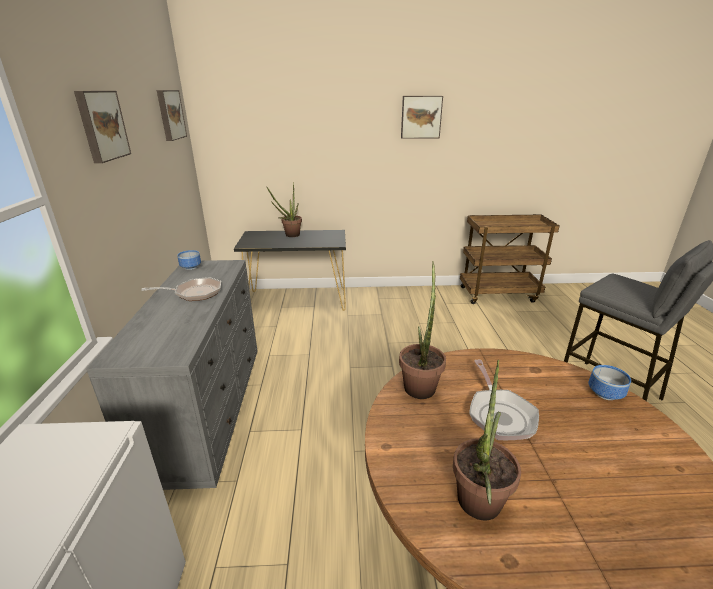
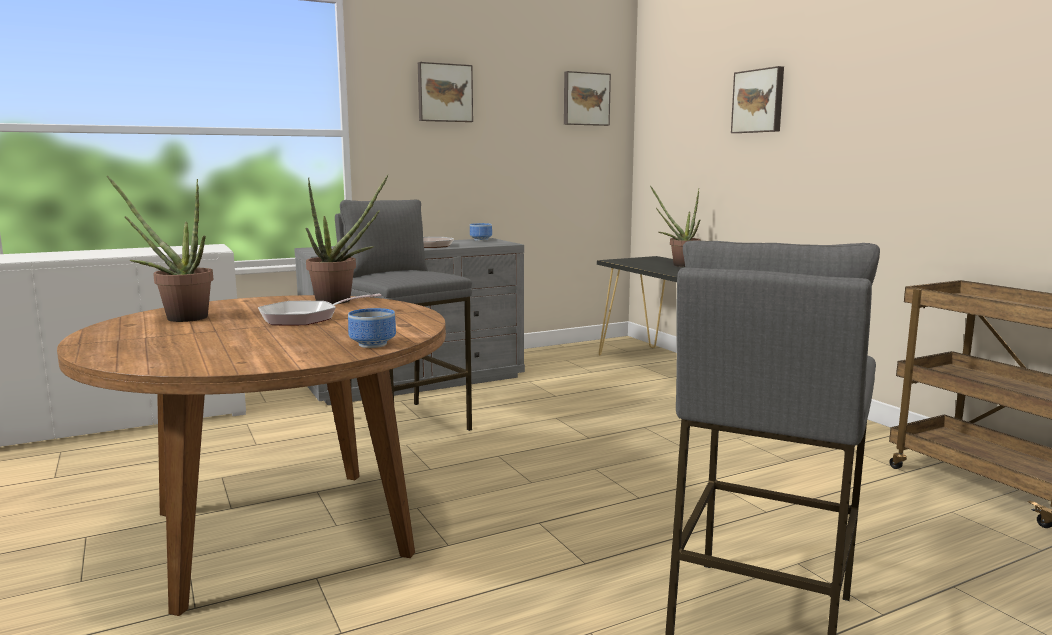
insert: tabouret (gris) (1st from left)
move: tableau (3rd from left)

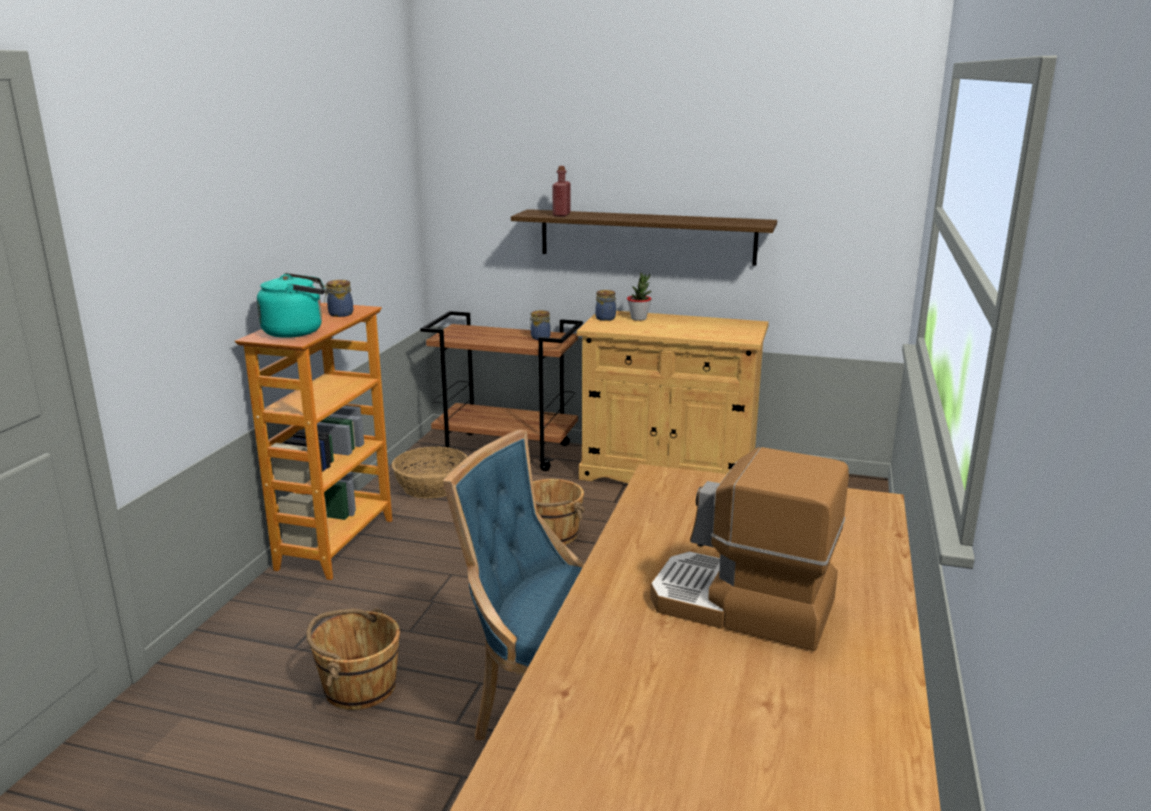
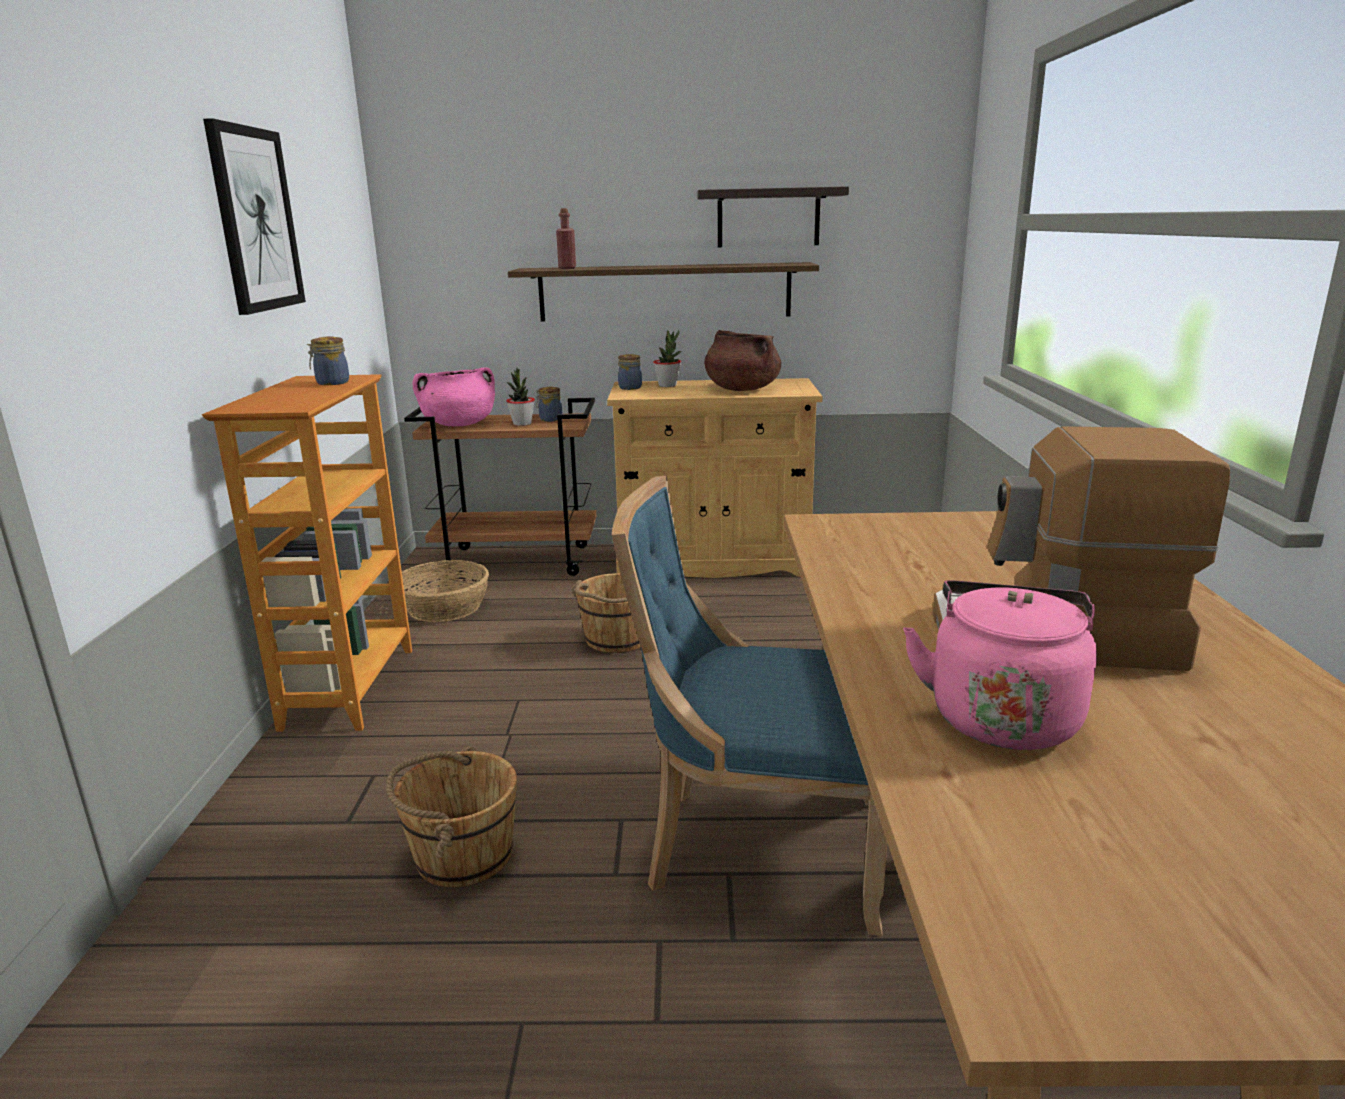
delete: bouilloire (turquoise)
insert: tableau; marmite (rose); plante en pot (1st from left); étagère (2nd from left); marmite (marron); bouilloire (rose)

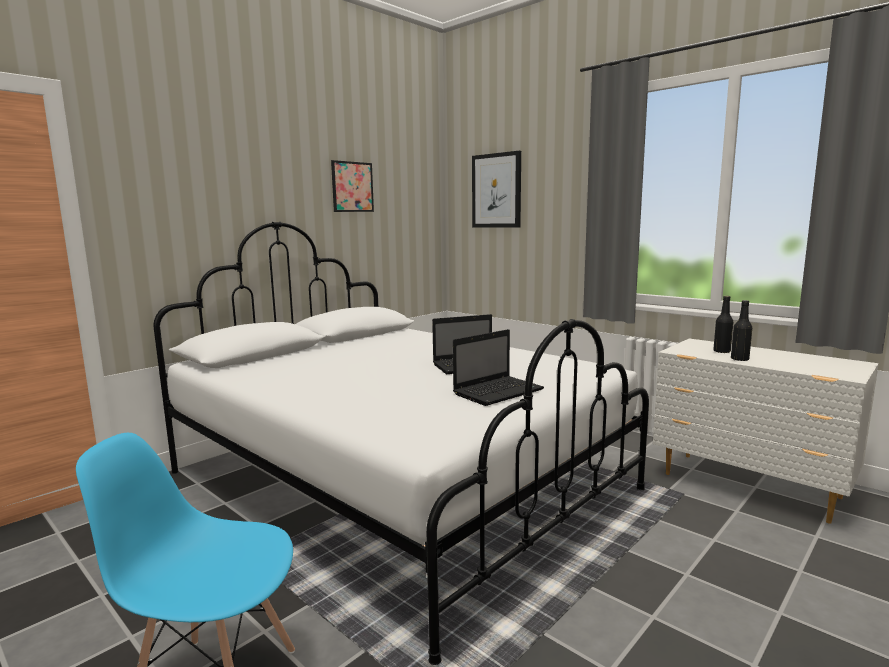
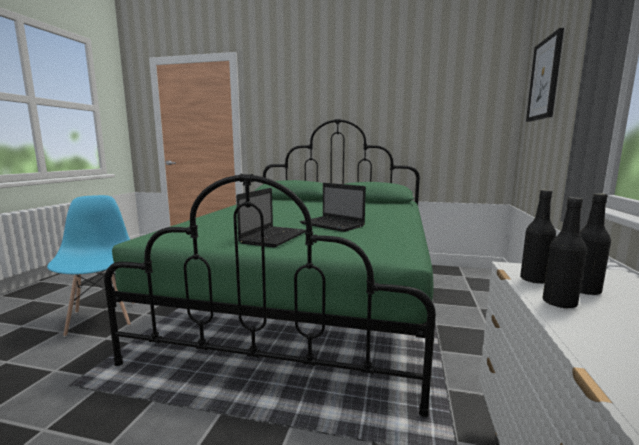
delete: tableau (1st from left)
insert: bouteille (noir) (1st from left)
recolor: lit (blanc) to lit (vert)
rotate: ordinateur portable (2nd from left in the first image) 90 degrees counterclockwise

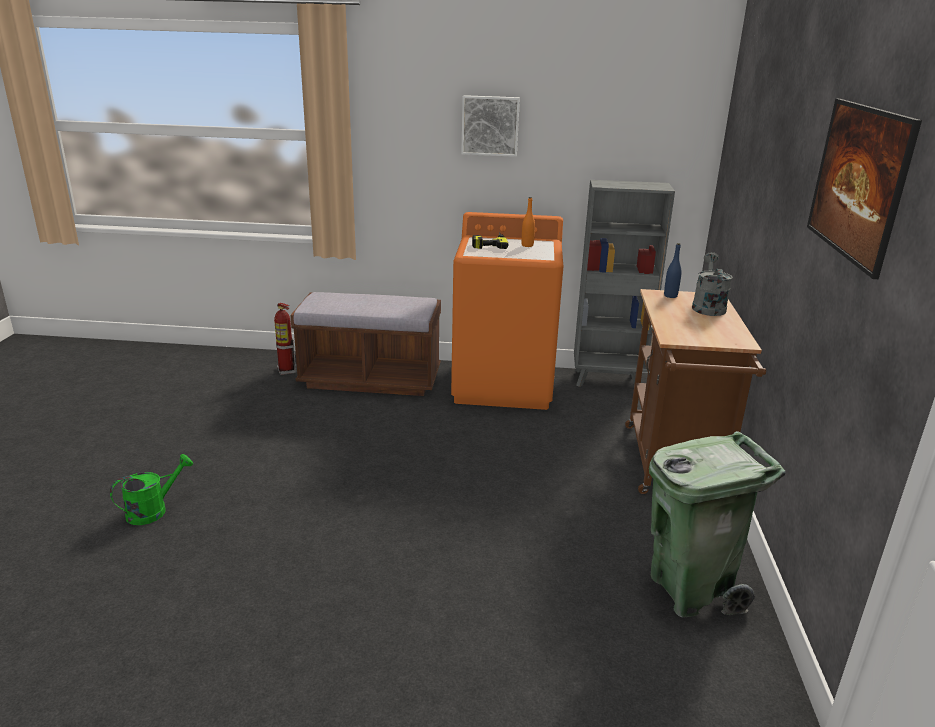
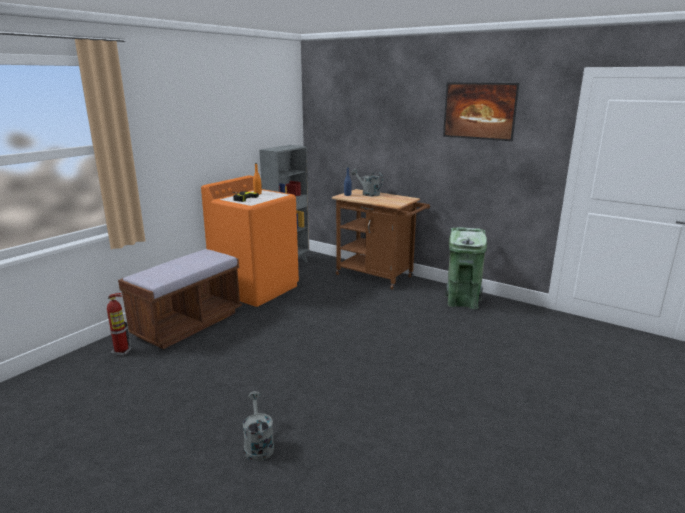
delete: tableau (1st from left)
recolor: arrosoir (vert) to arrosoir (gris) (1st from left)

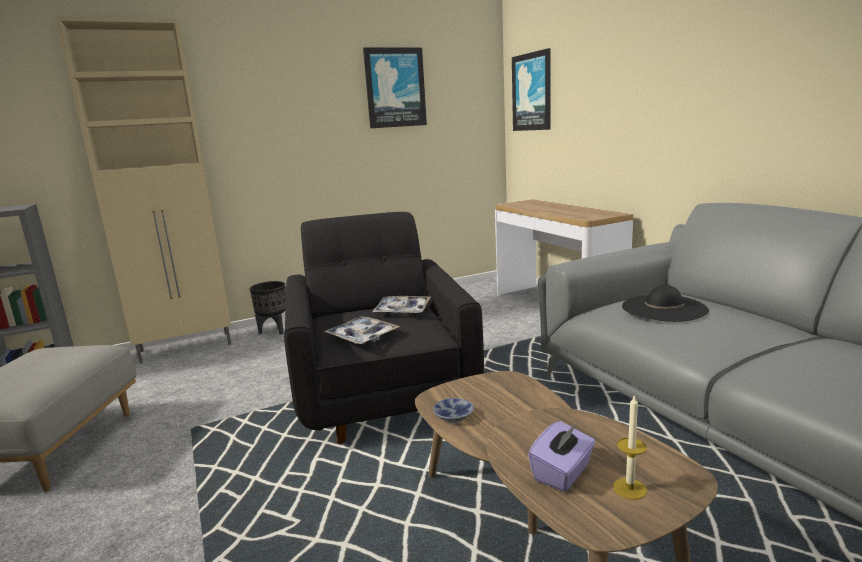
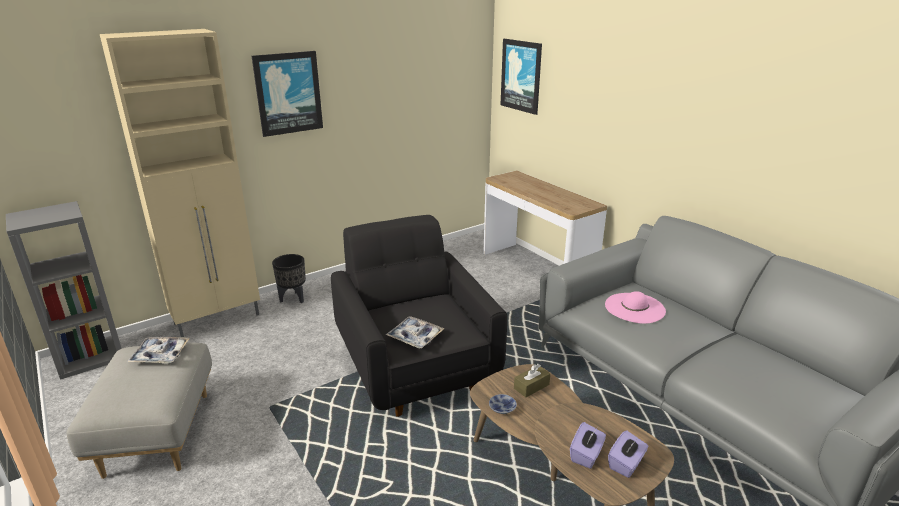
insert: boîte à mouchoirs (marron)
move: tableau (1st from left); plateau (2nd from left in the first image) to plateau (1st from left)
replace: bougie to boîte à mouchoirs (violet) (2nd from left)
recolor: chapeau (noir) to chapeau (rose)

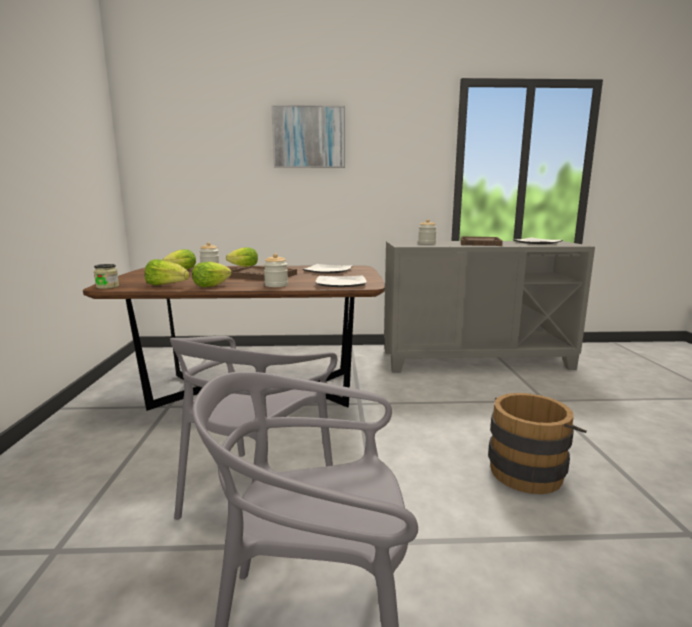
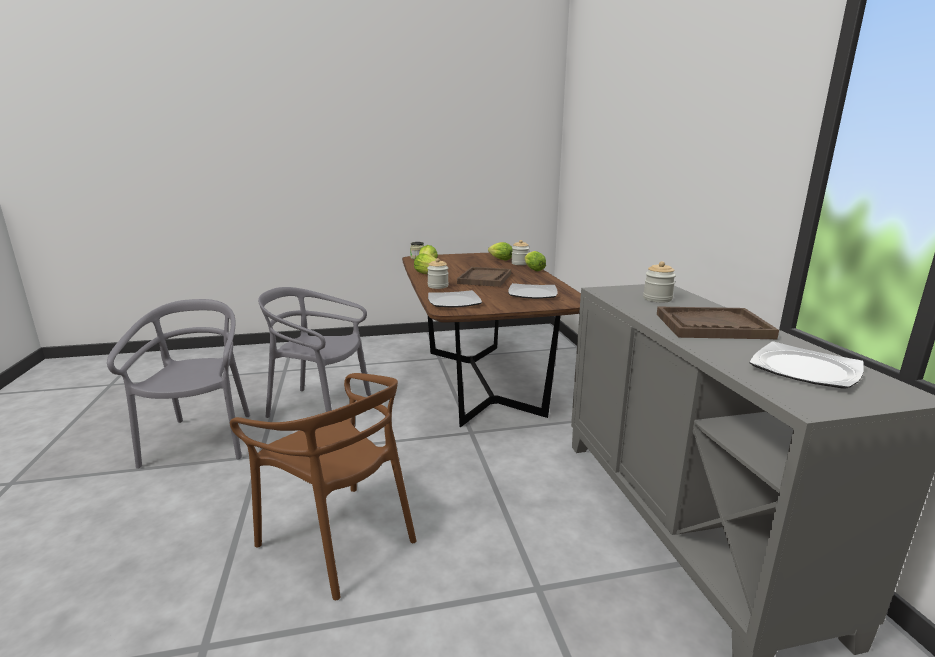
delete: tableau
replace: seau (marron) to chaise (marron)

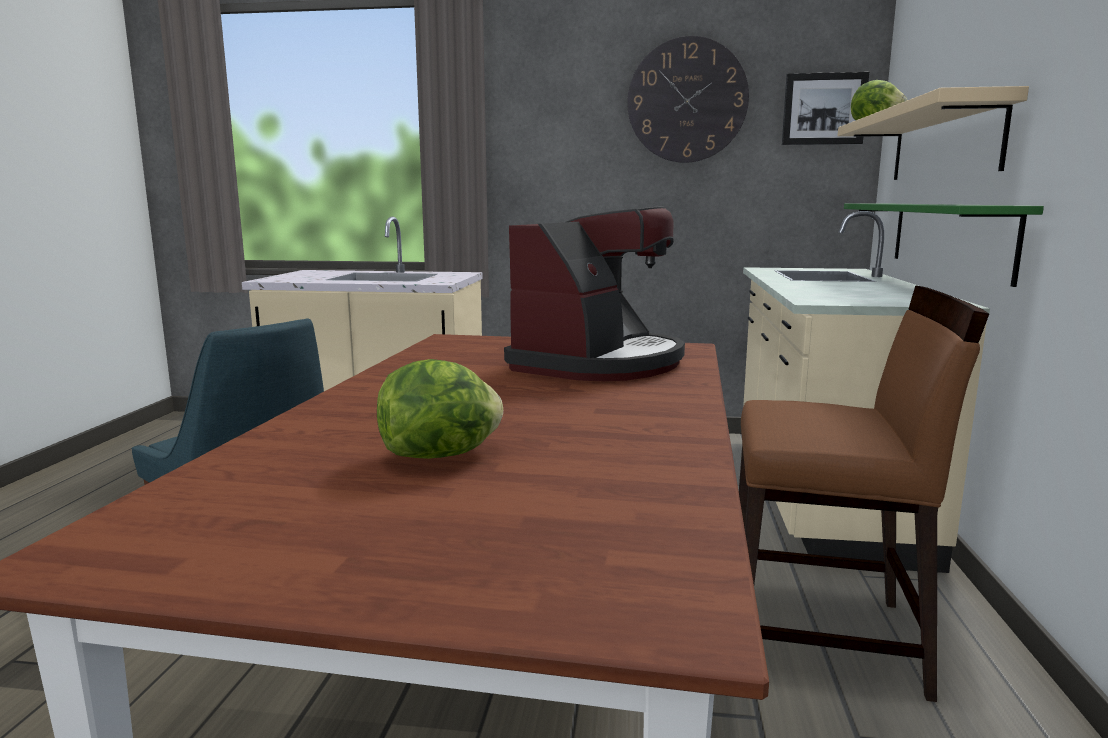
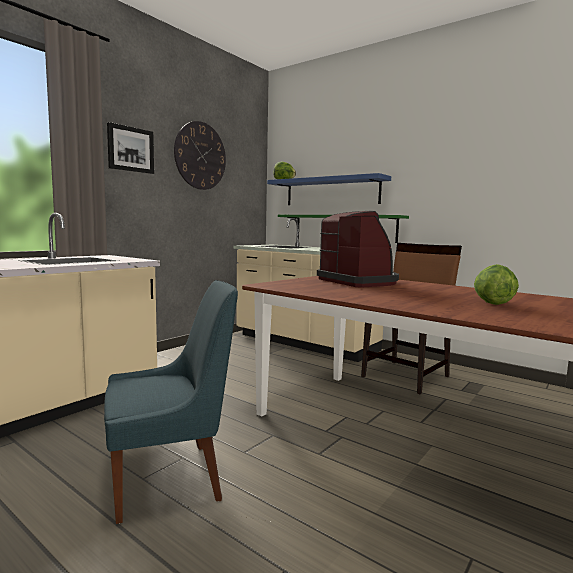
move: tableau
recolor: étagère (beige) to étagère (bleu)

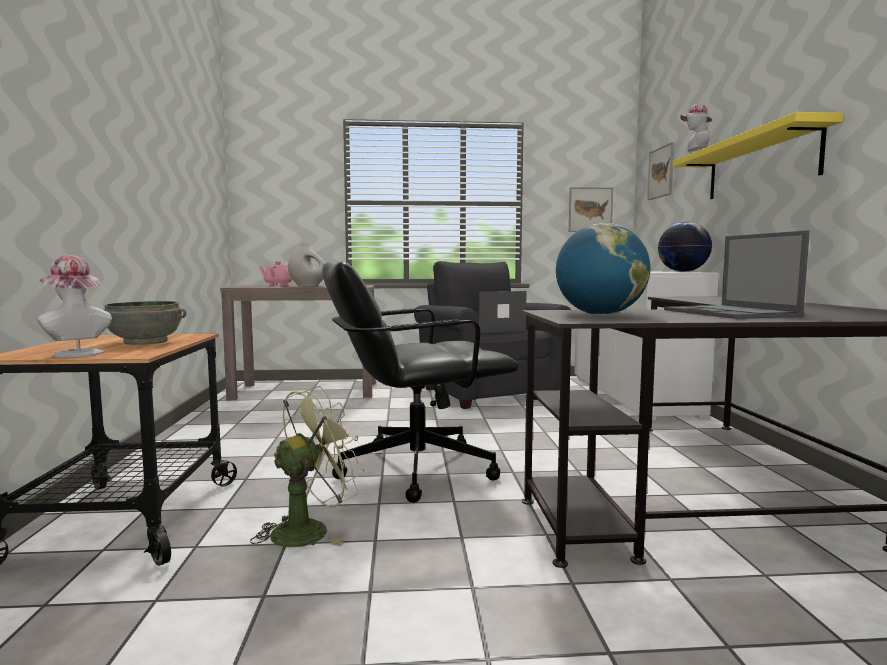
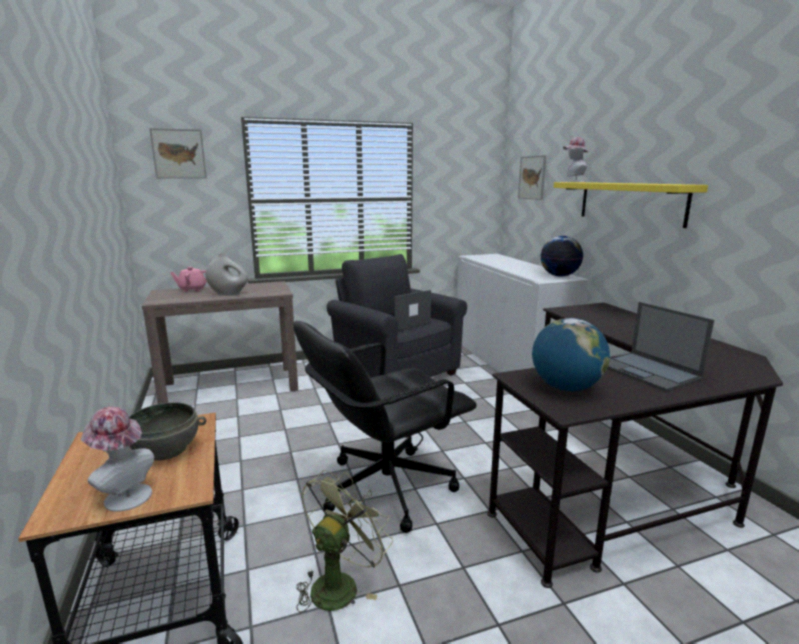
move: tableau (1st from left)

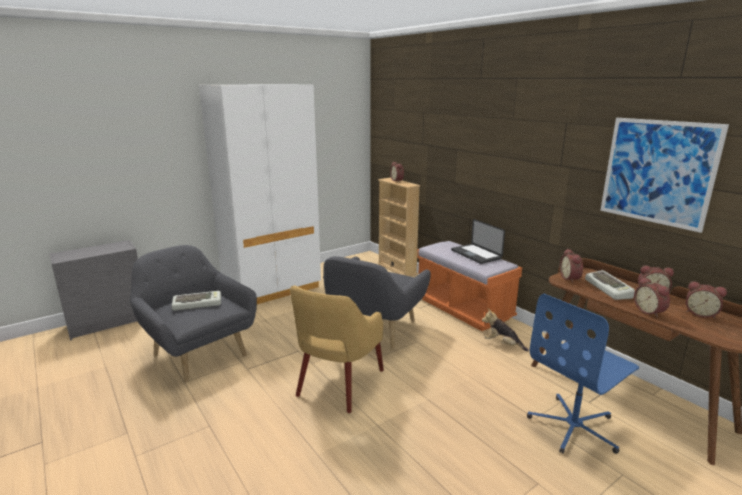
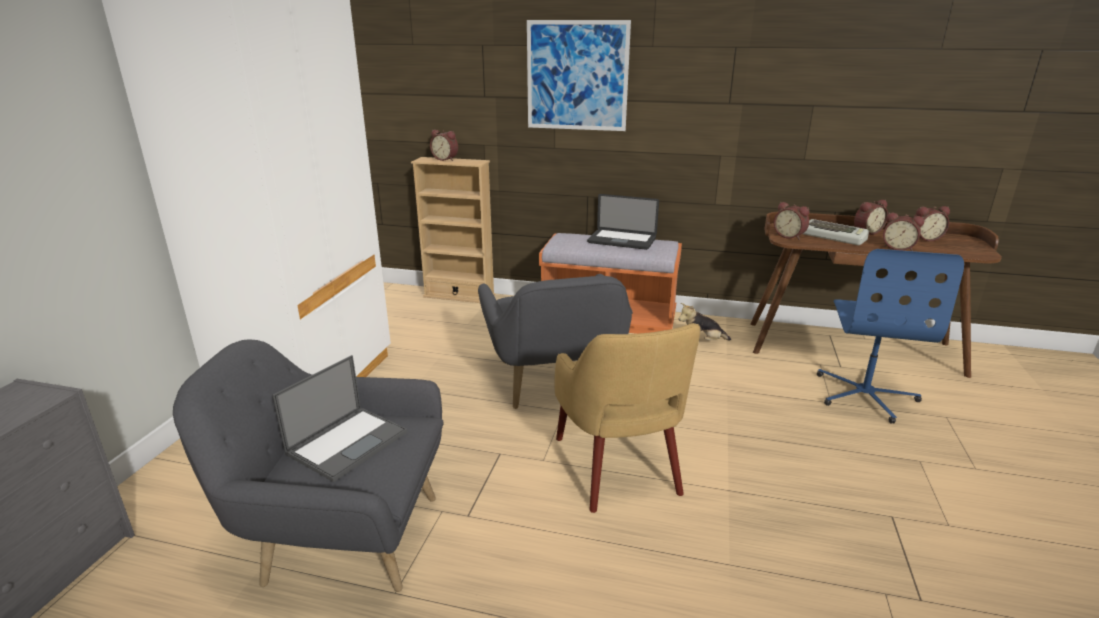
move: tableau
replace: clavier (1st from left) to ordinateur portable (1st from left)

